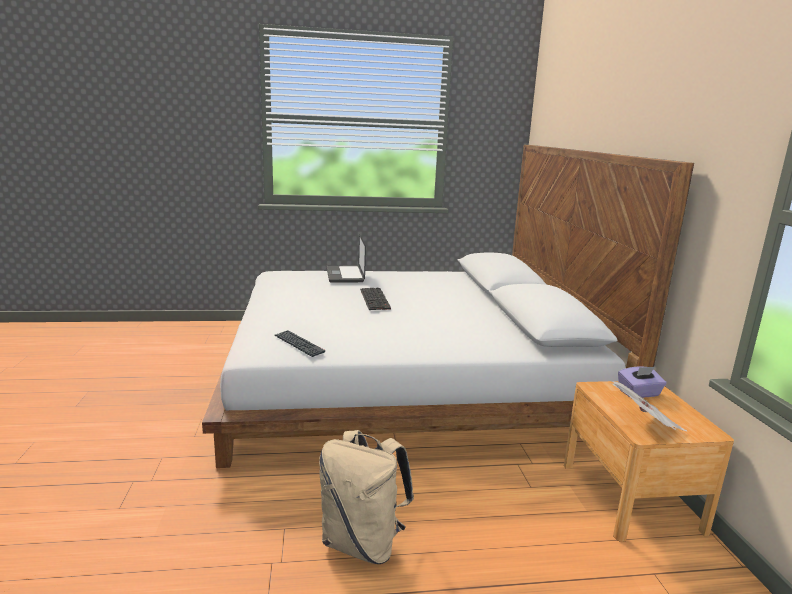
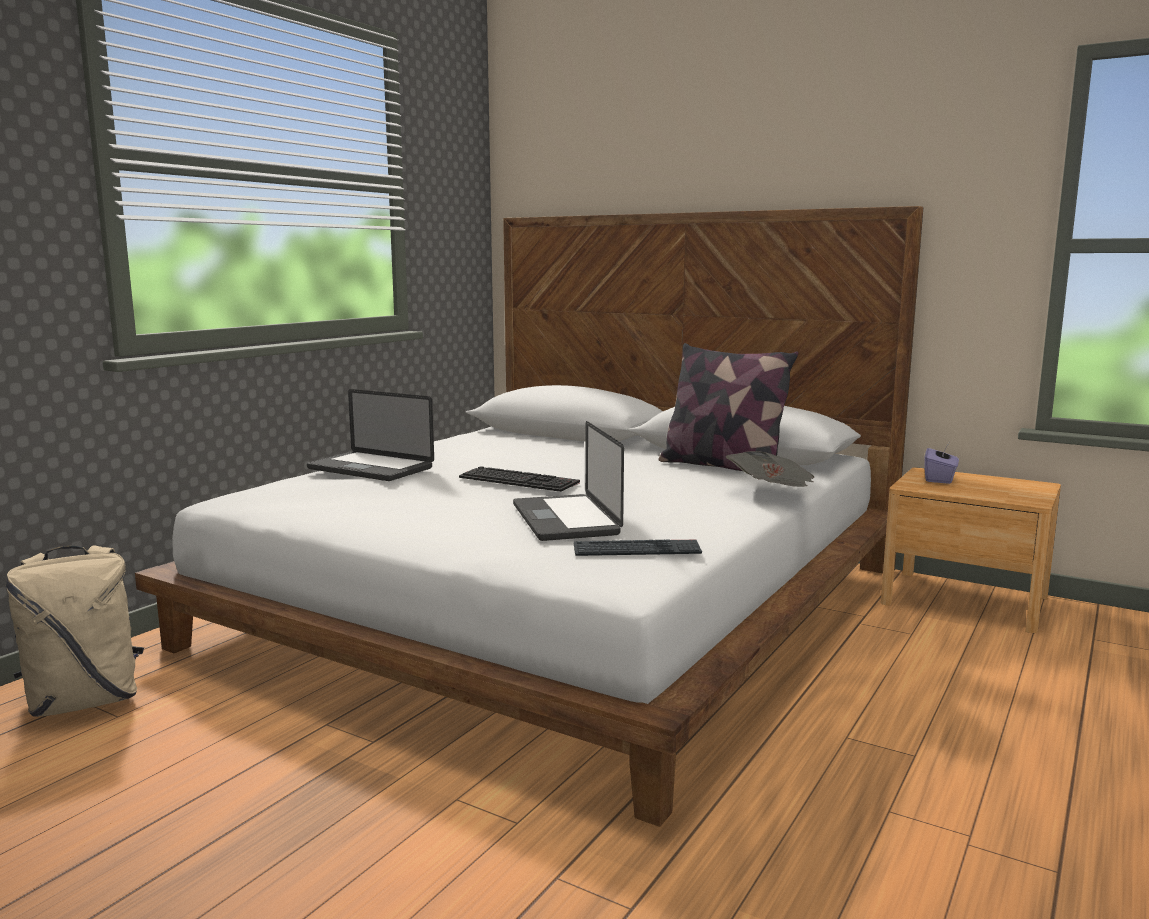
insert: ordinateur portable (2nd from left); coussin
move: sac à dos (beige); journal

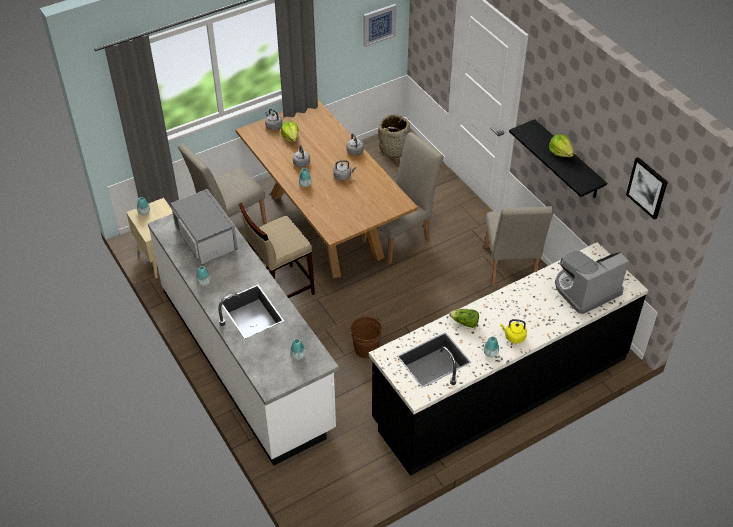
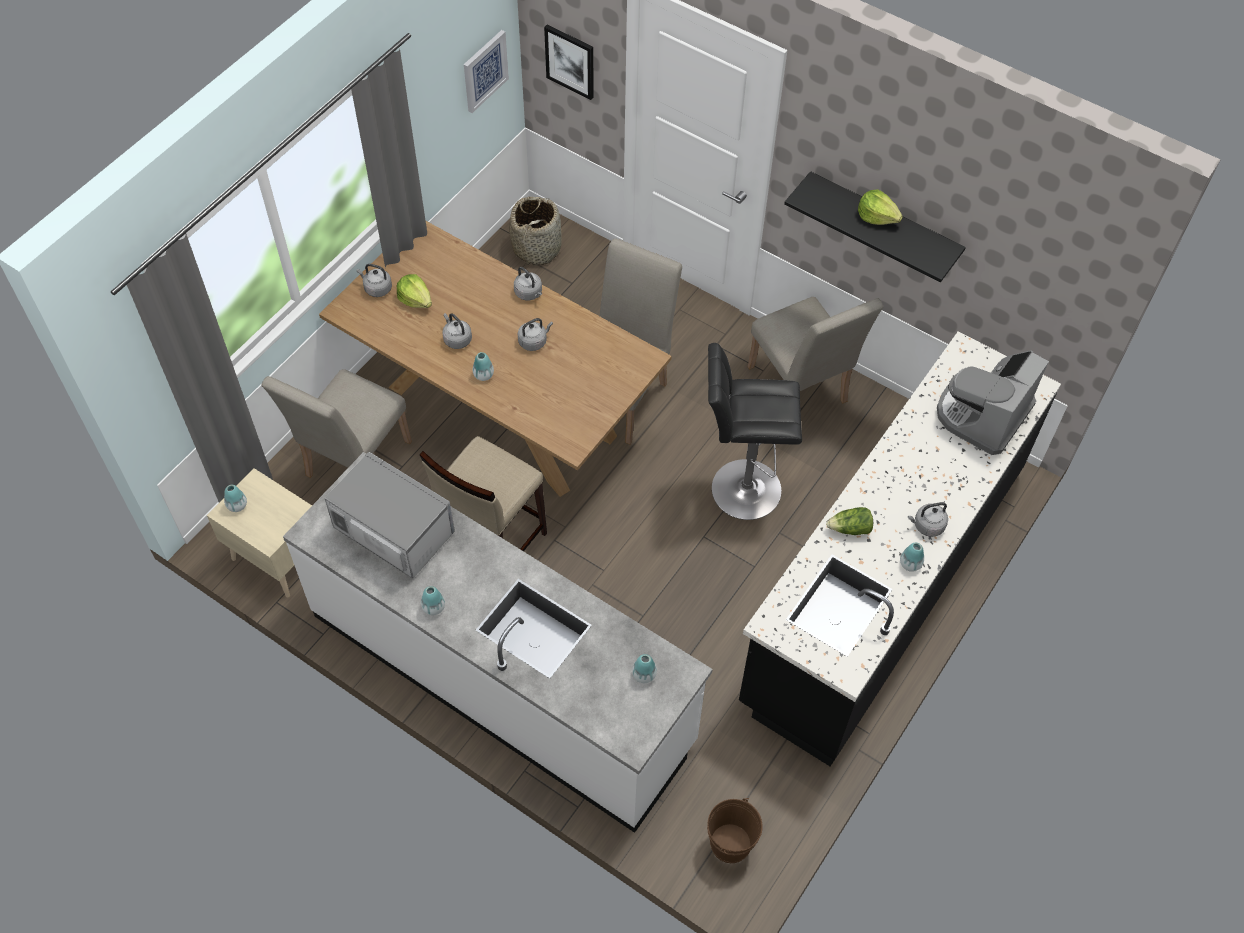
insert: tabouret (noir)
move: seau (marron); tableau (2nd from left)
recolor: bouilloire (jaune) to bouilloire (gris) (5th from left)

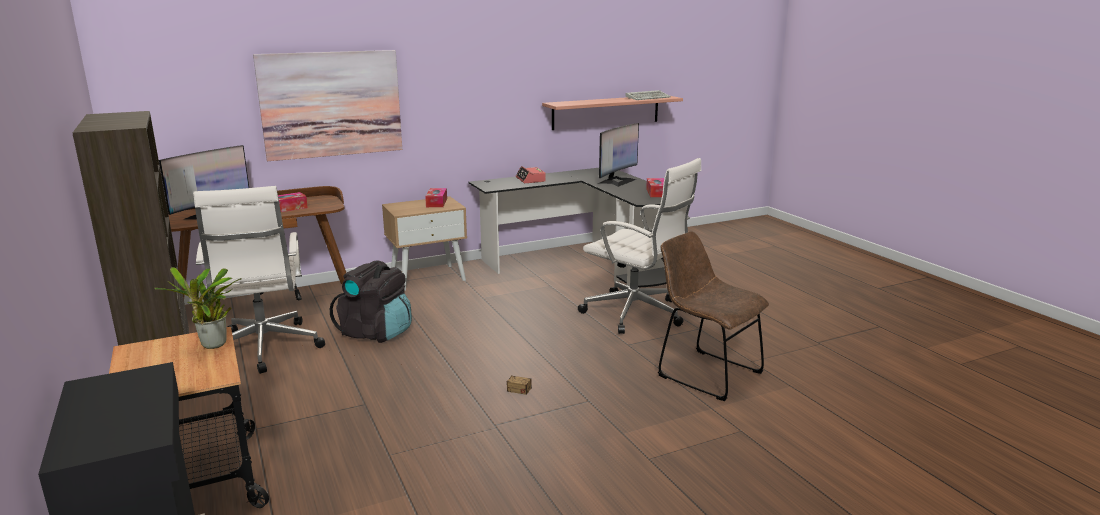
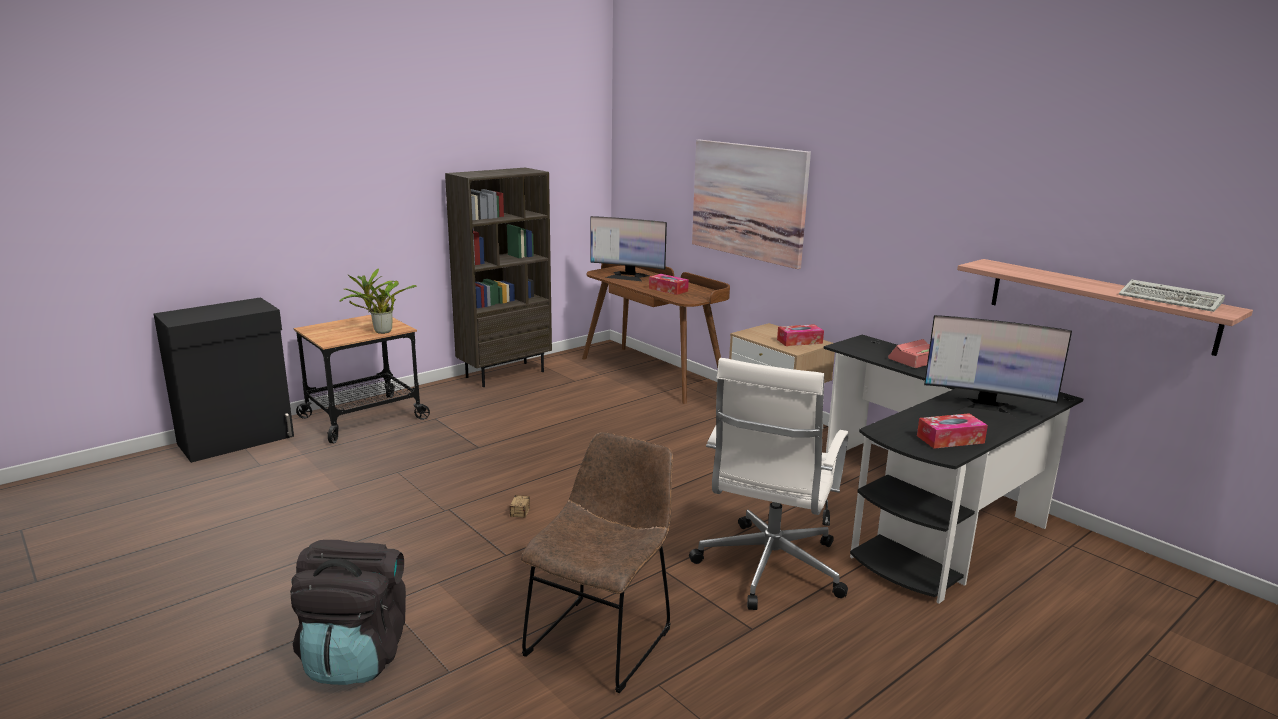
delete: chaise de bureau (blanc) (1st from left)
move: sac à dos (noir)

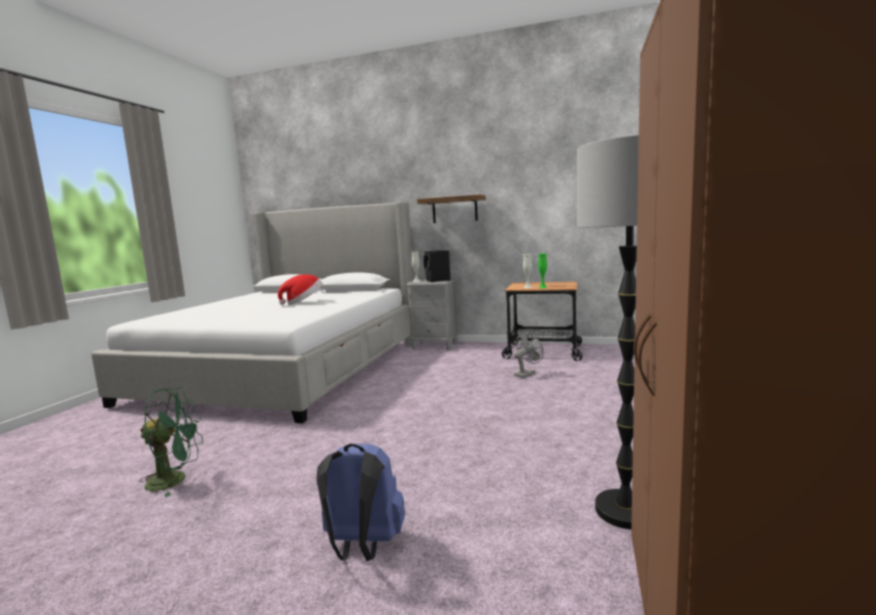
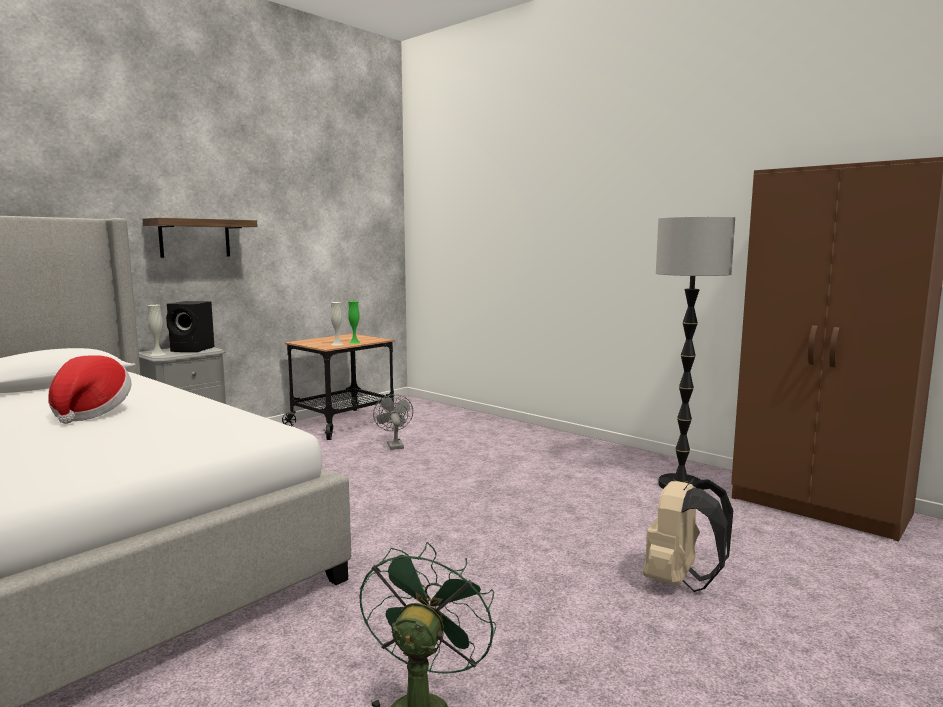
recolor: sac à dos (bleu) to sac à dos (beige)

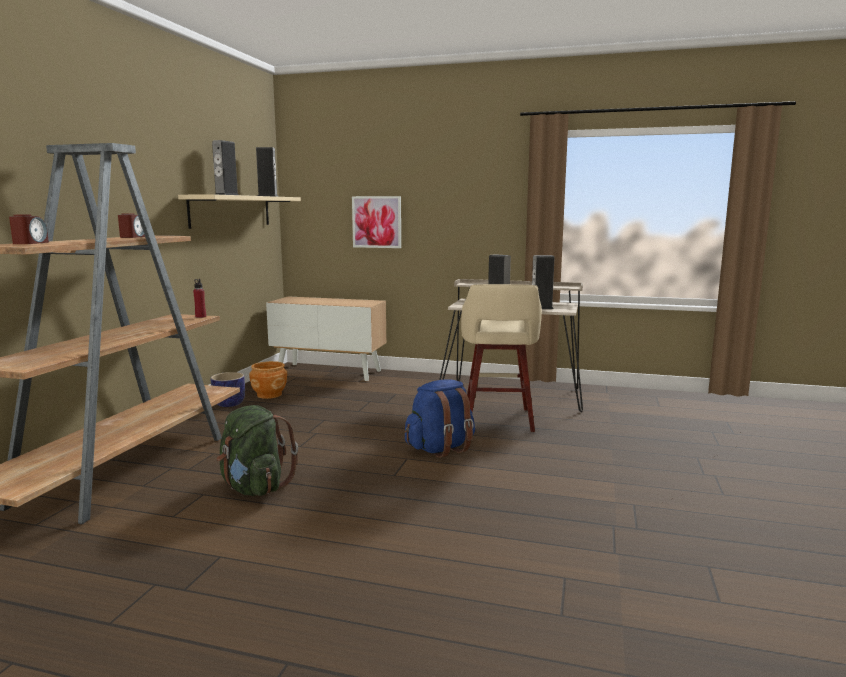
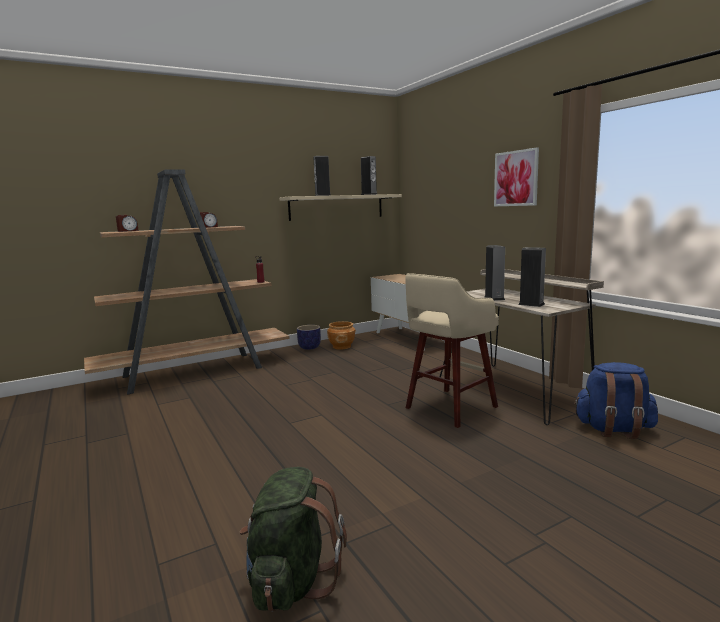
move: sac à dos (vert); tableau; sac à dos (bleu)

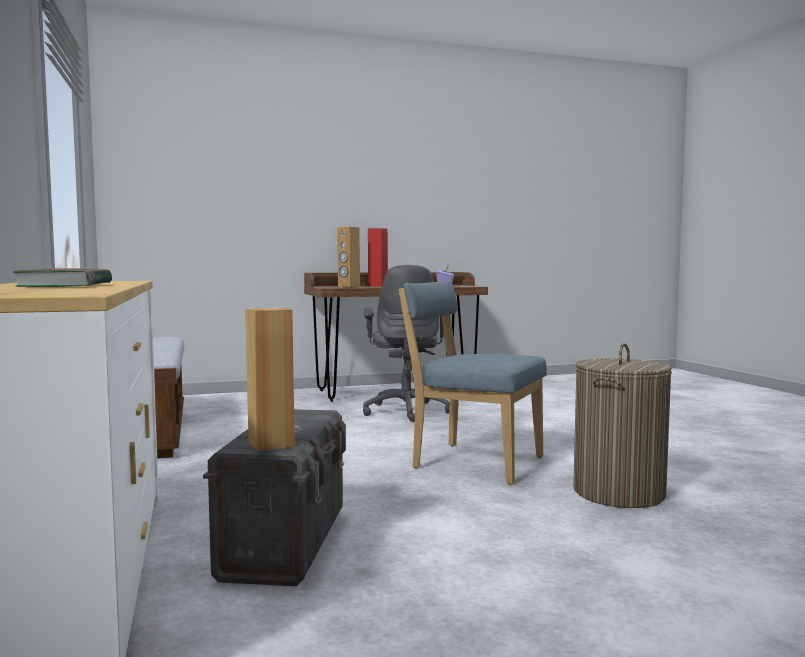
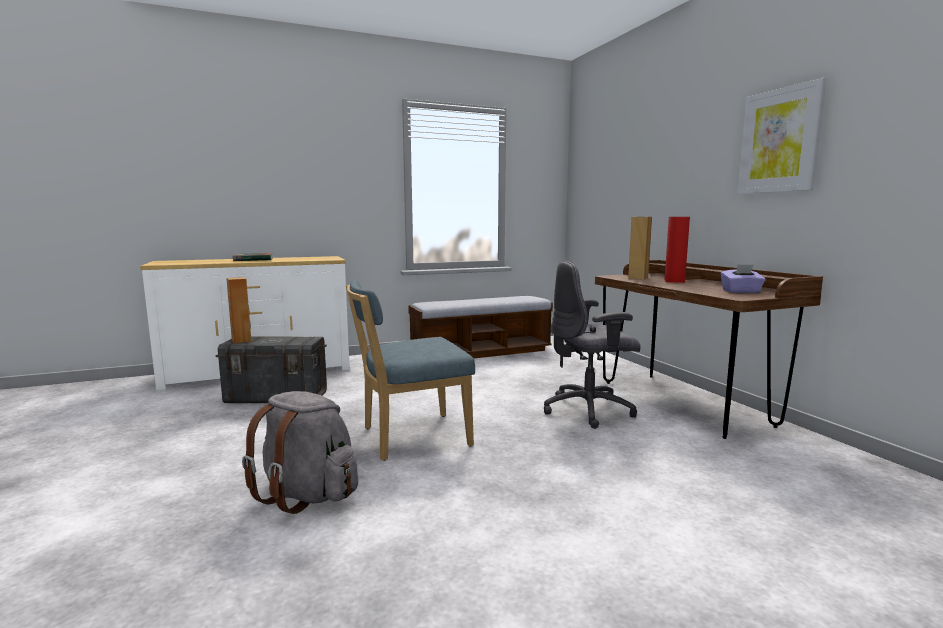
insert: tableau
replace: panier à linge to sac à dos (gris)
rotate: chaise (bleu) 135 degrees counterclockwise

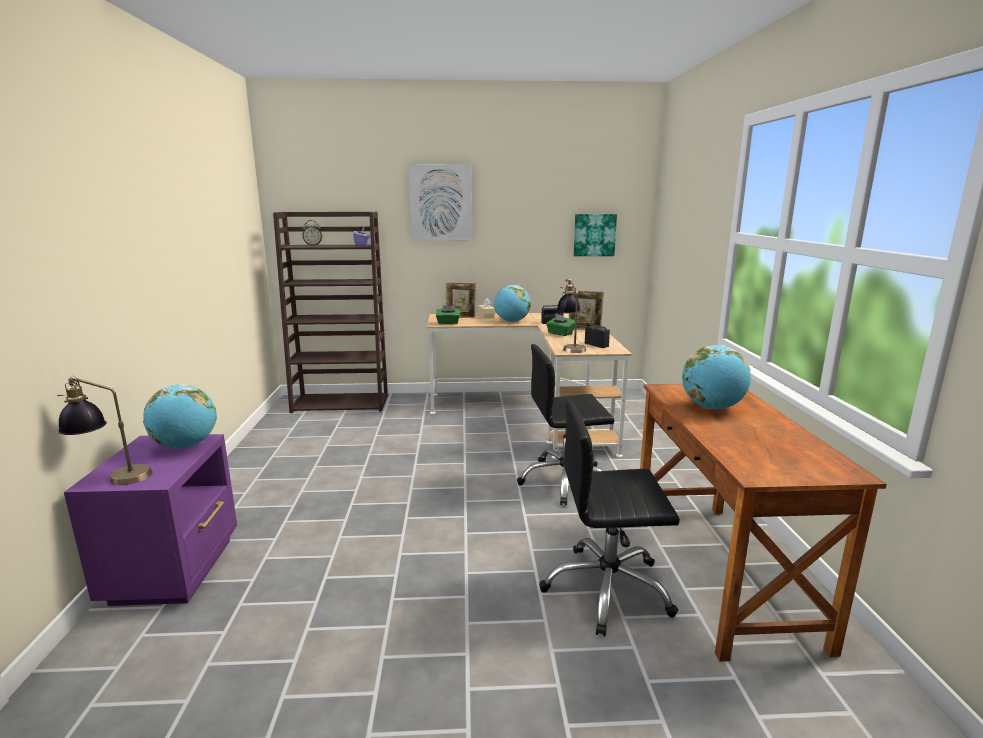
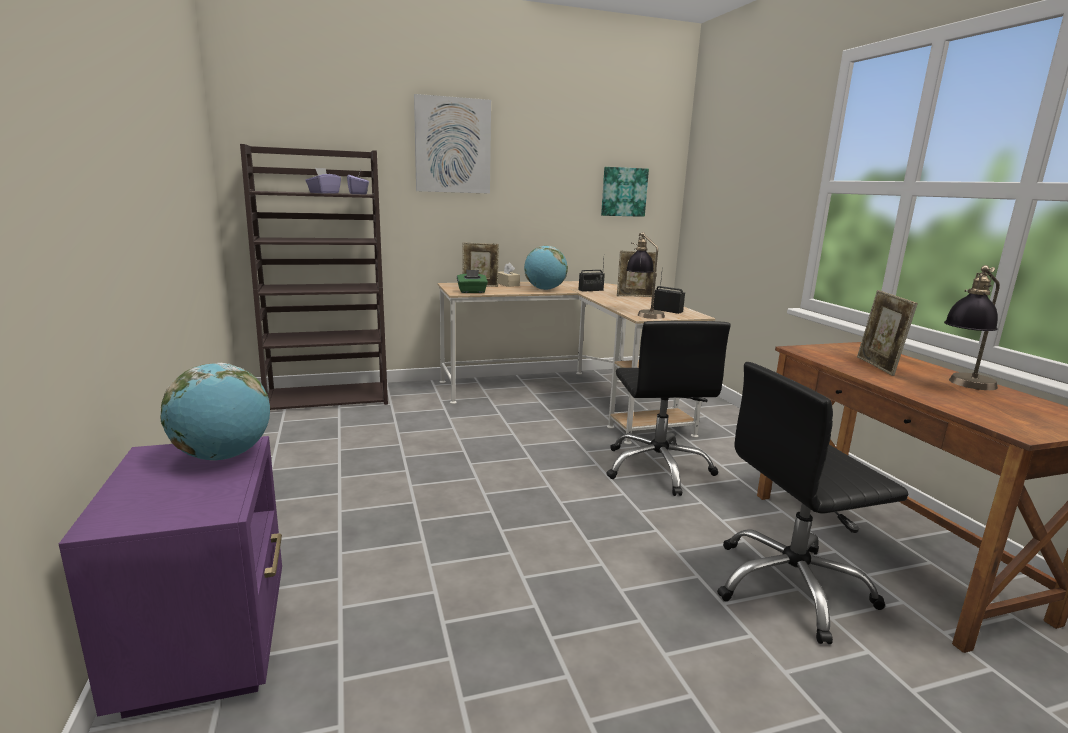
delete: réveil; boîte à mouchoirs (vert) (2nd from left)
insert: boîte à mouchoirs (violet) (1st from left)
move: lampe de table (1st from left in the first image) to lampe de table (2nd from left)
replace: globe (3rd from left) to cadre photo (3rd from left)
rotate: chaise de bureau (noir) (1st from left) 75 degrees counterclockwise

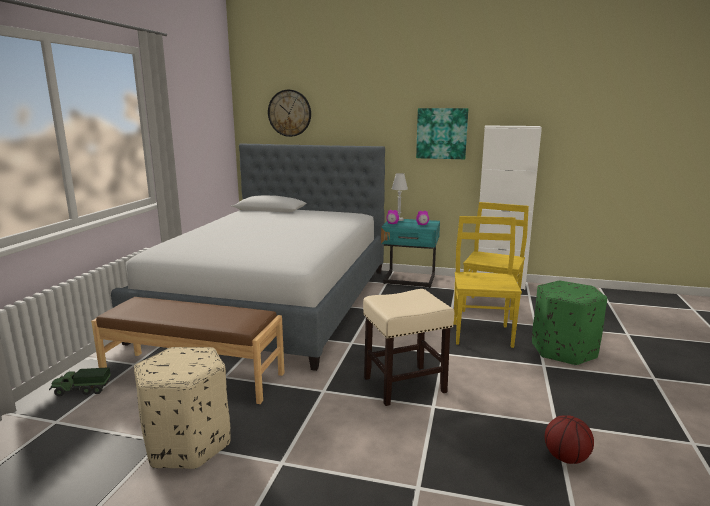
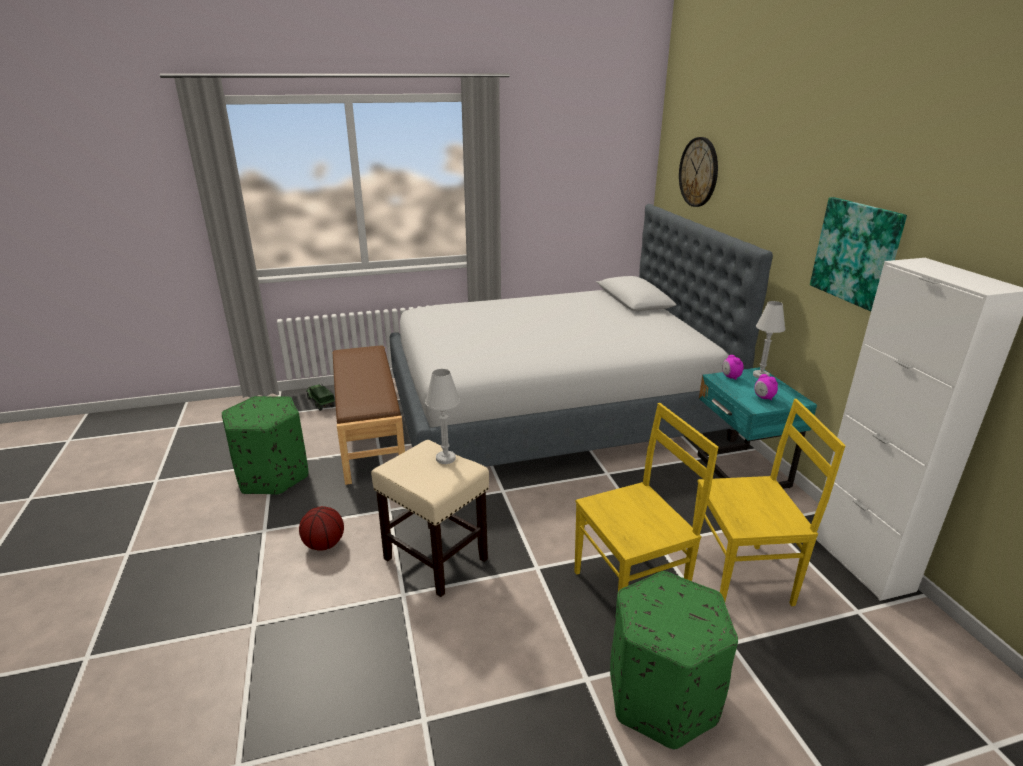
insert: lampe de table (blanc) (1st from left)
move: ballon de basket
recolor: pouf (beige) to pouf (vert) (1st from left)

